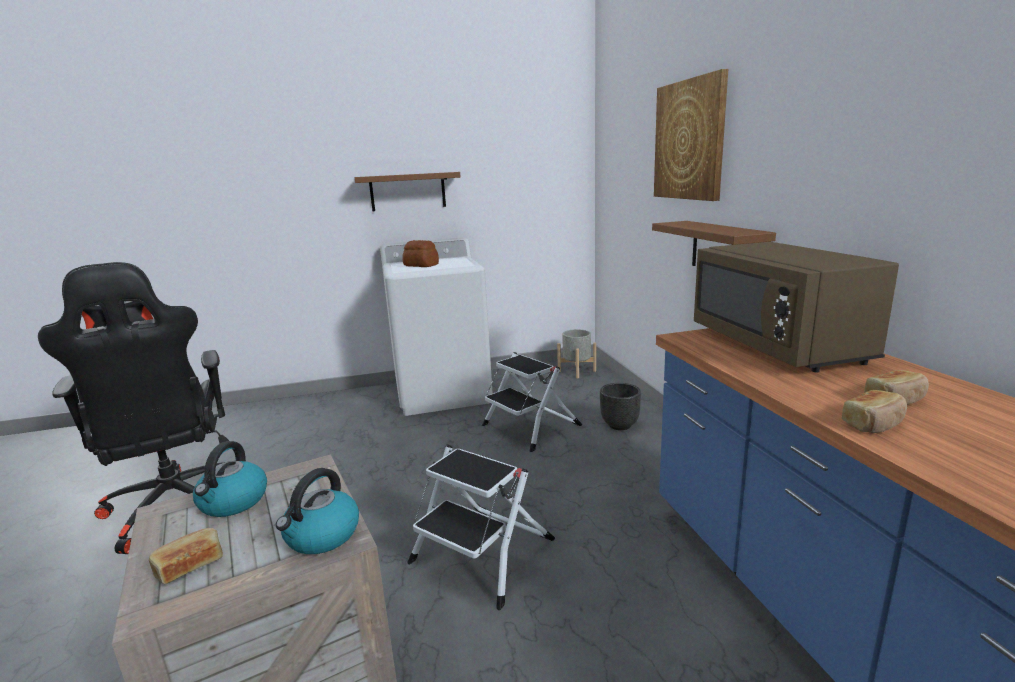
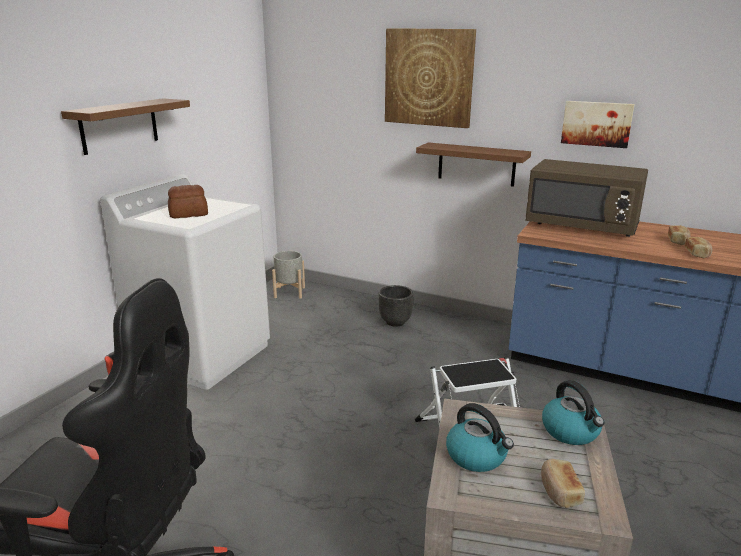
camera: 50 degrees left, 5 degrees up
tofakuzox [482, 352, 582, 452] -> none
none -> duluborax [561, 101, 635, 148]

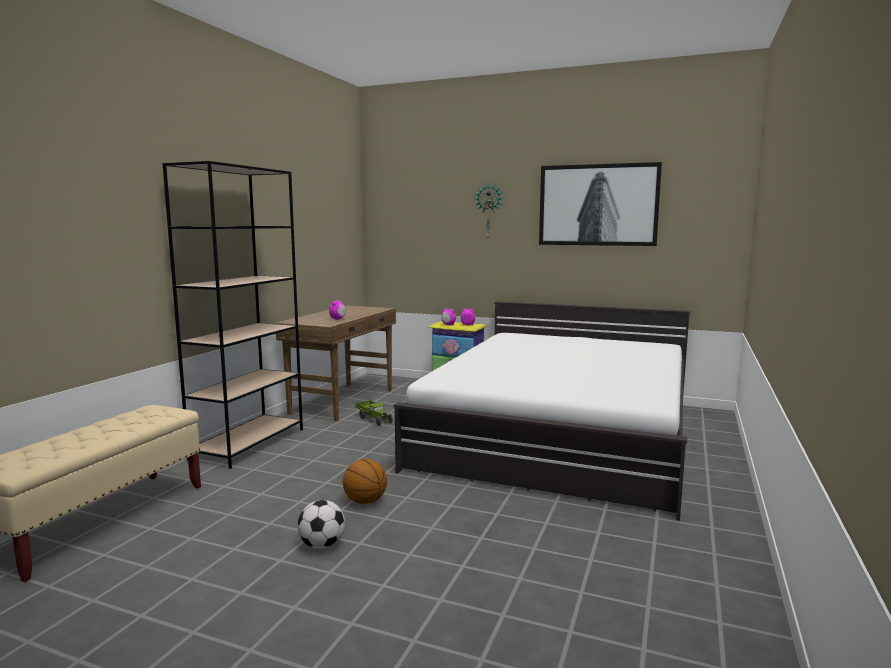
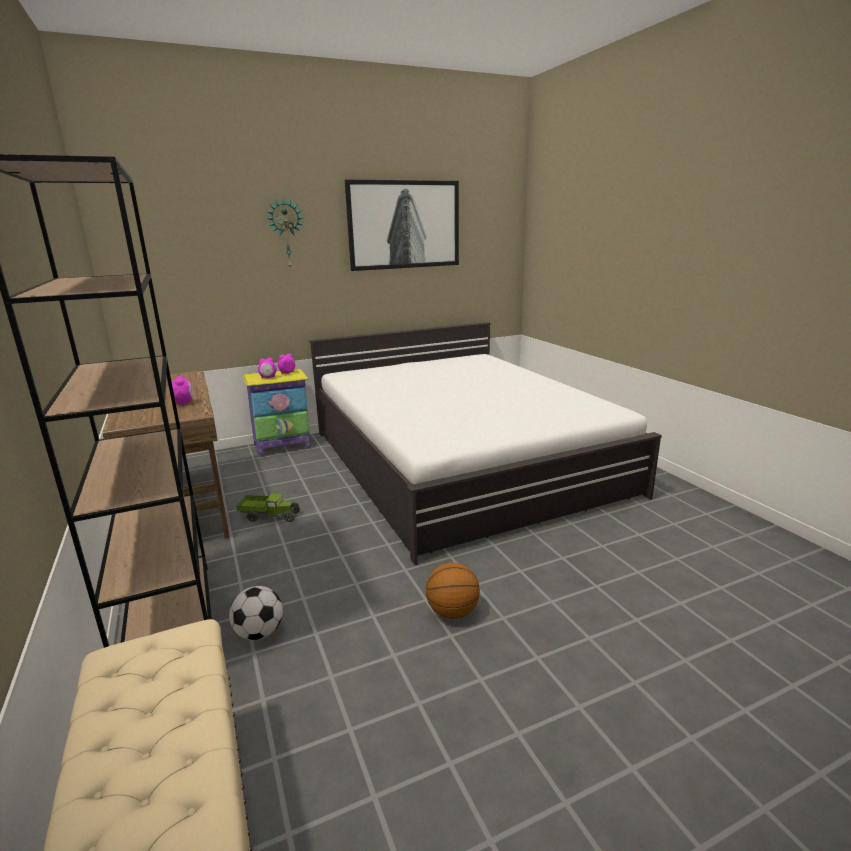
camera: 45 degrees left, 10 degrees up
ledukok [297, 500, 345, 549] -> ledukok [229, 586, 283, 640], moved

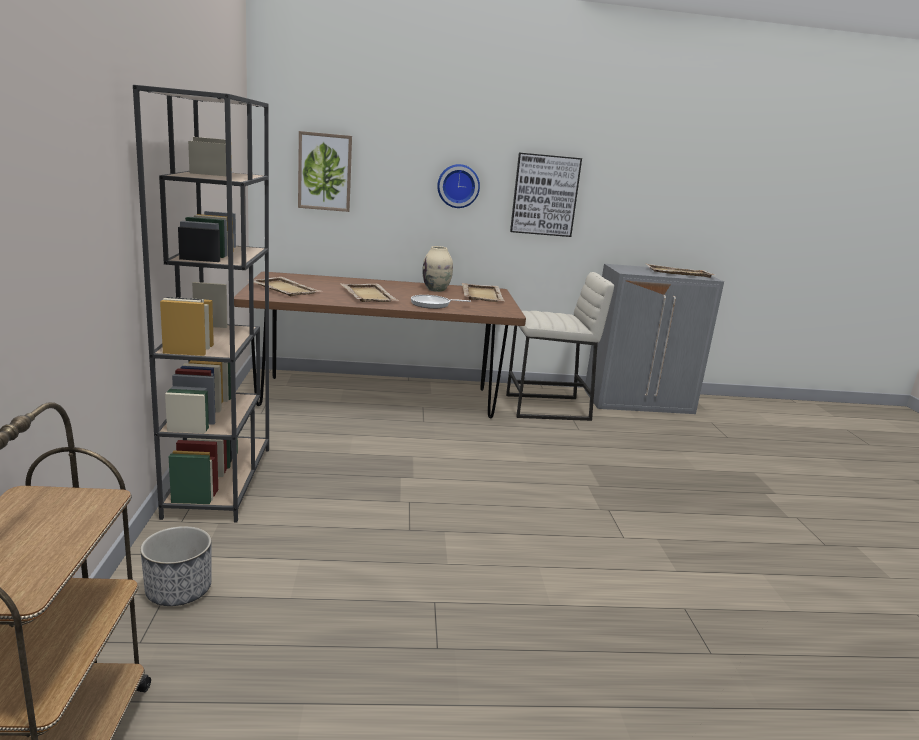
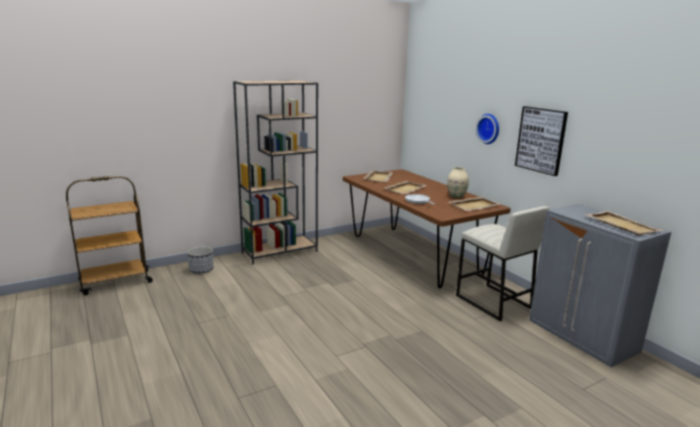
camera: 65 degrees right, 0 degrees up
duluborax [298, 131, 352, 212] -> none

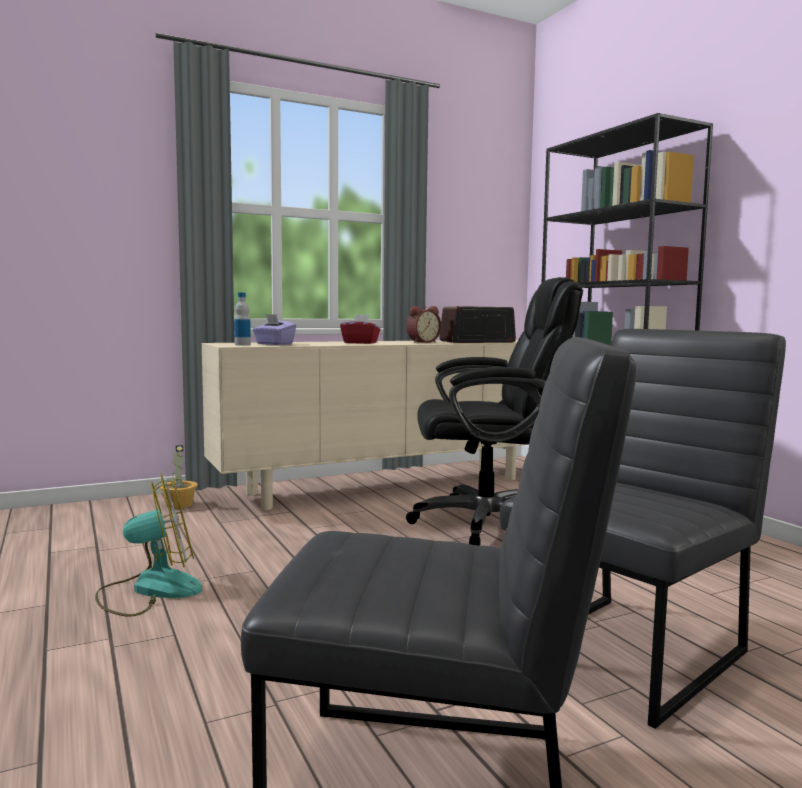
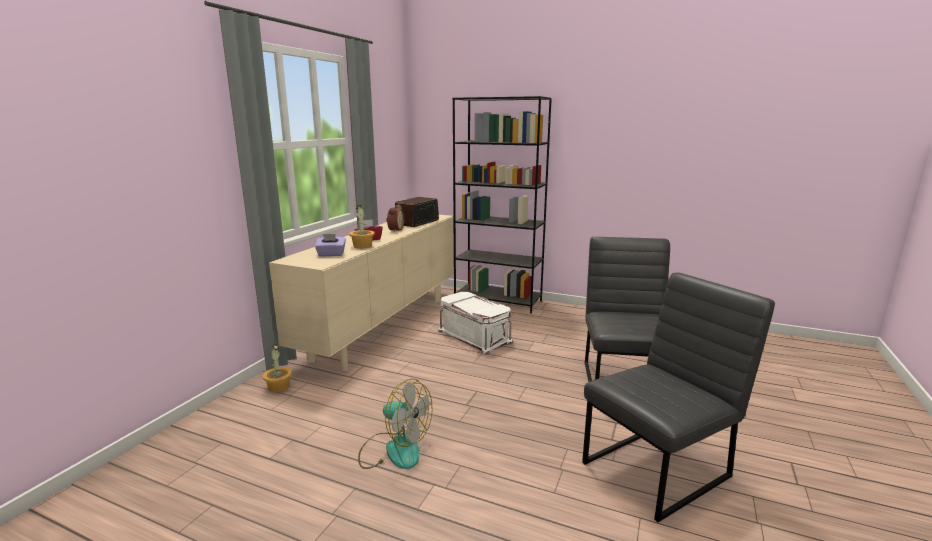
camera: 40 degrees left, 10 degrees up
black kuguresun [406, 277, 583, 545] -> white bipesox [438, 292, 513, 354]
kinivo [234, 293, 251, 346] -> none
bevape [95, 473, 202, 617] -> bevape [358, 379, 432, 469], 90 degrees clockwise
none -> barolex [349, 205, 375, 249]

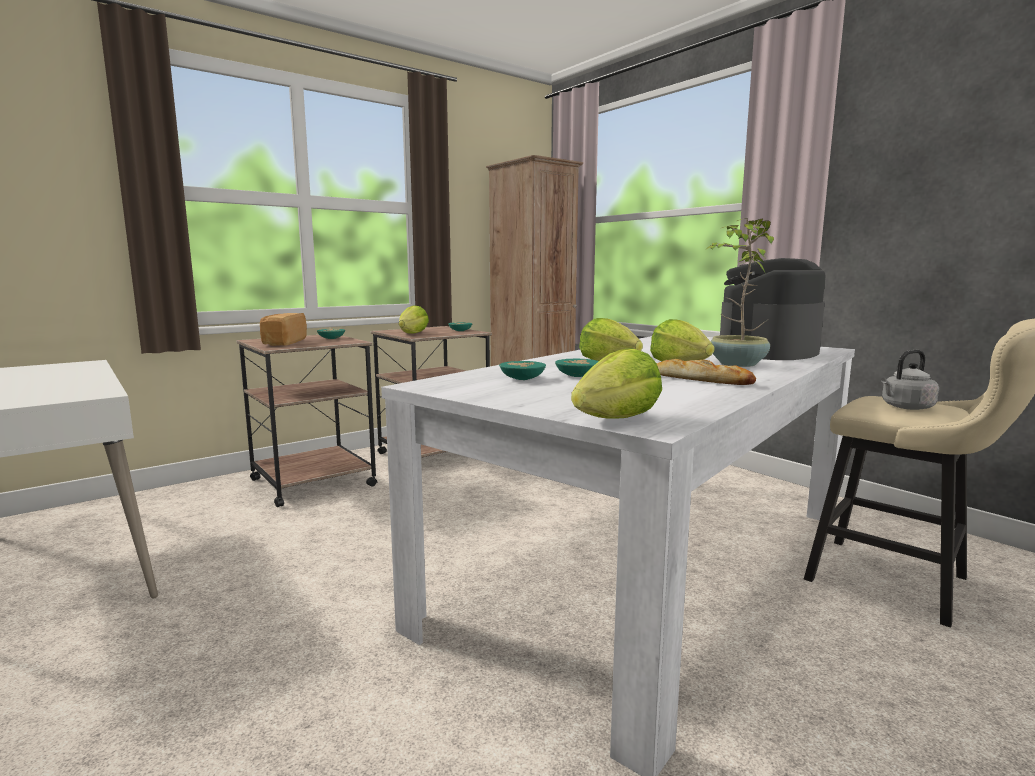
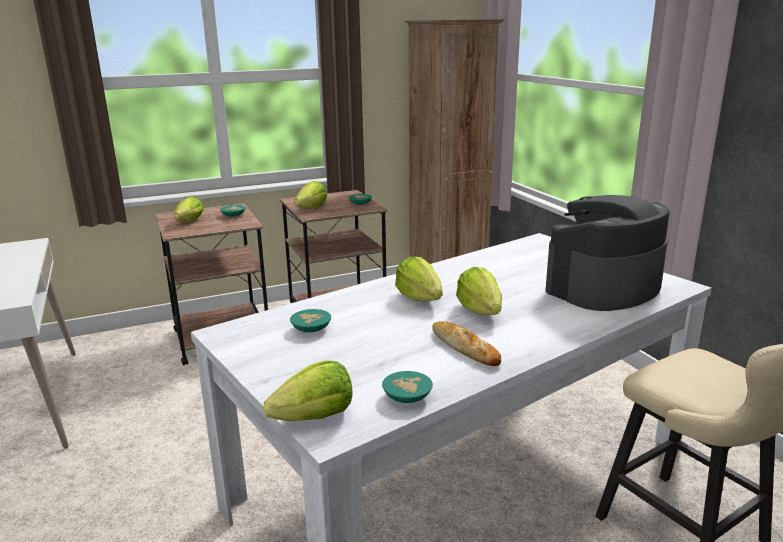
camera: 15 degrees right, 10 degrees up
barolex [705, 218, 774, 367] -> none
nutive [260, 313, 307, 346] -> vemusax [174, 196, 204, 222]
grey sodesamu [881, 350, 939, 410] -> none
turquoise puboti [555, 359, 599, 377] -> turquoise puboti [382, 371, 433, 403], moved

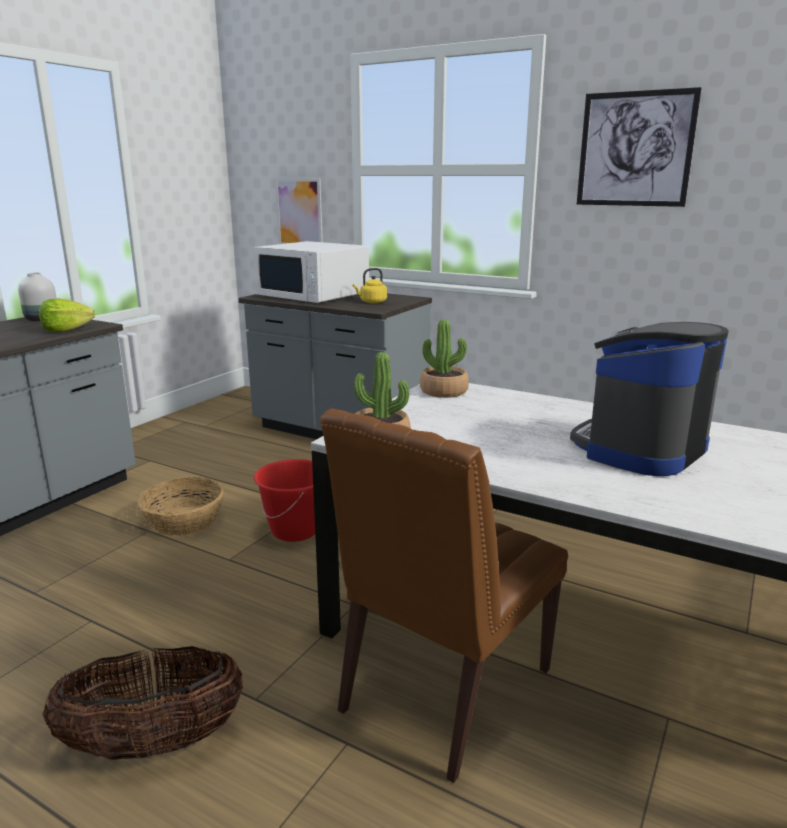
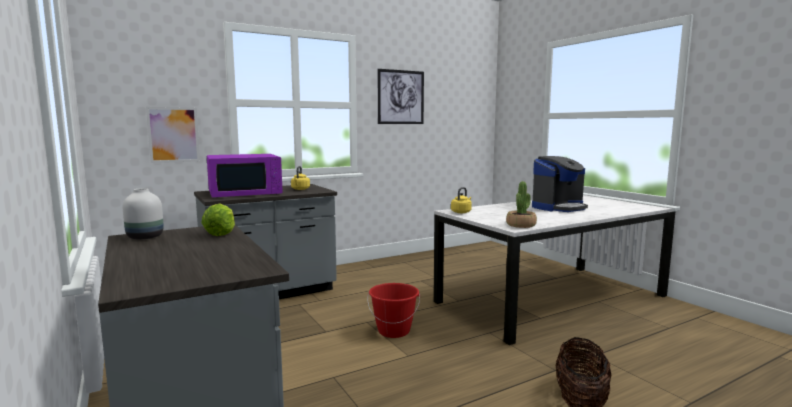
camera: 60 degrees left, 10 degrees down
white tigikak [253, 241, 369, 303] -> purple tigikak [207, 154, 283, 198]
barolex [420, 319, 469, 398] -> yellow sodesamu [451, 187, 472, 213]
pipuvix [570, 322, 729, 476] -> pipuvix [532, 156, 588, 212], 105 degrees counterclockwise
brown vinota [320, 408, 568, 783] -> none
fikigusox [137, 477, 224, 536] -> none

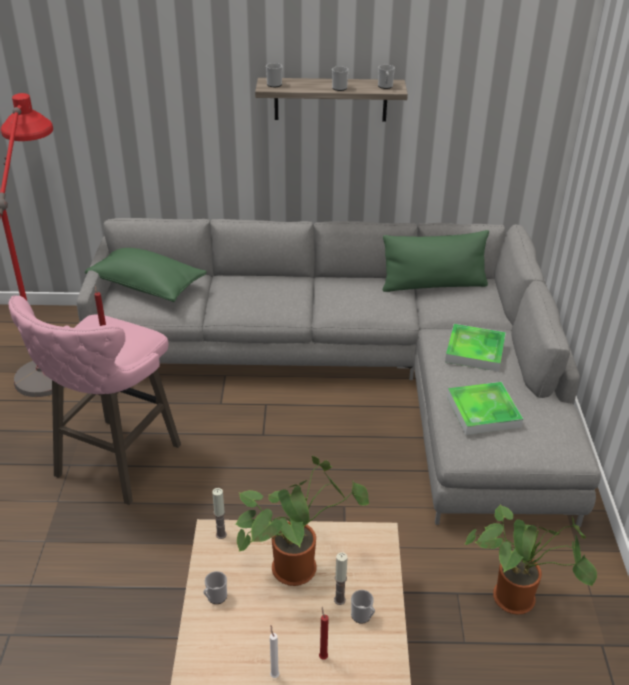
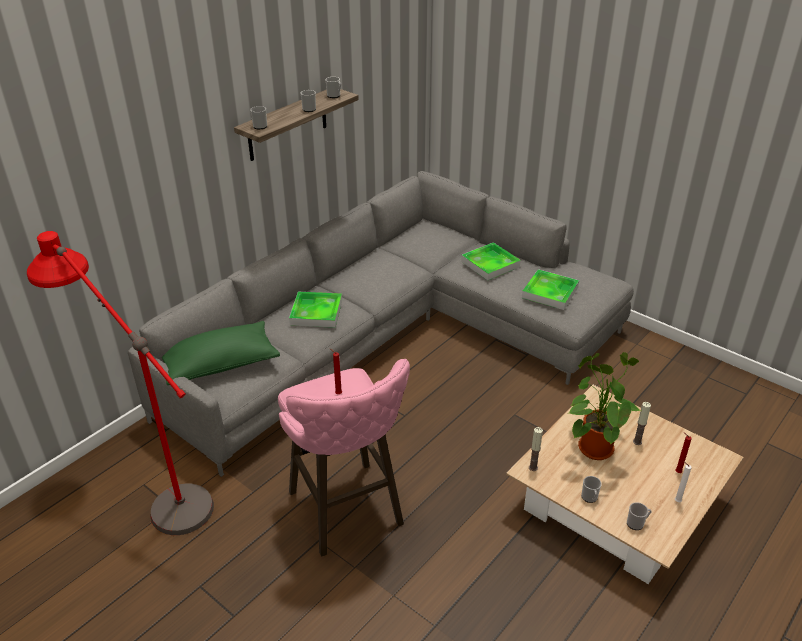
camera: 50 degrees left, 0 degrees up
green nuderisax [383, 230, 489, 292] -> none
barolex [465, 505, 597, 615] -> none
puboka [351, 590, 375, 624] -> puboka [627, 502, 652, 530], moved
none -> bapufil [289, 292, 342, 328]

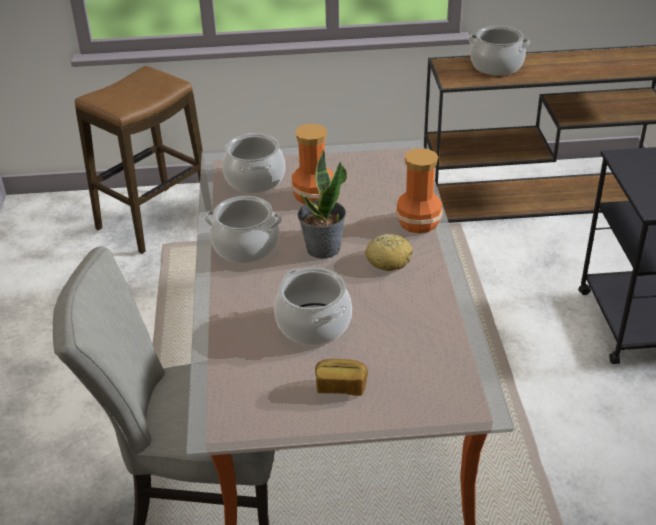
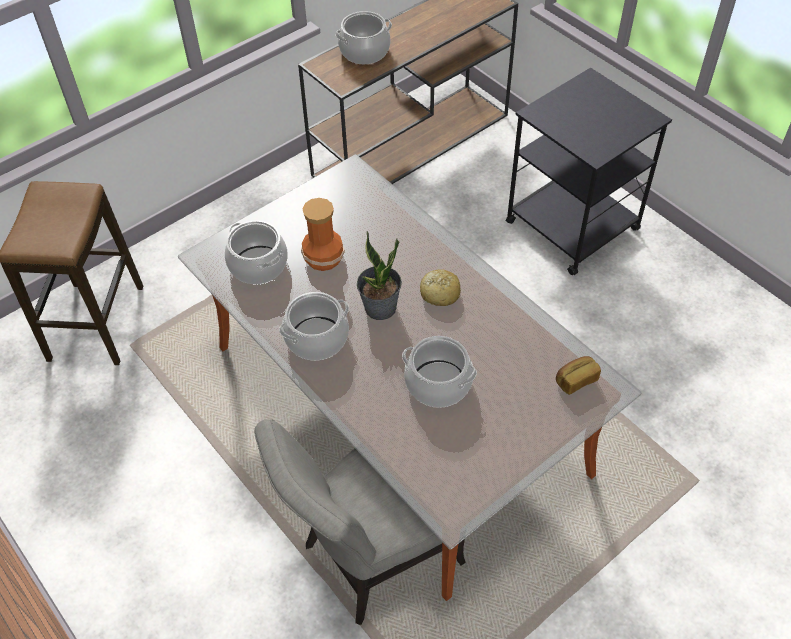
camera: 35 degrees left, 15 degrees up
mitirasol [395, 148, 443, 233] -> none
nutive [315, 359, 368, 396] -> nutive [556, 356, 601, 395], moved

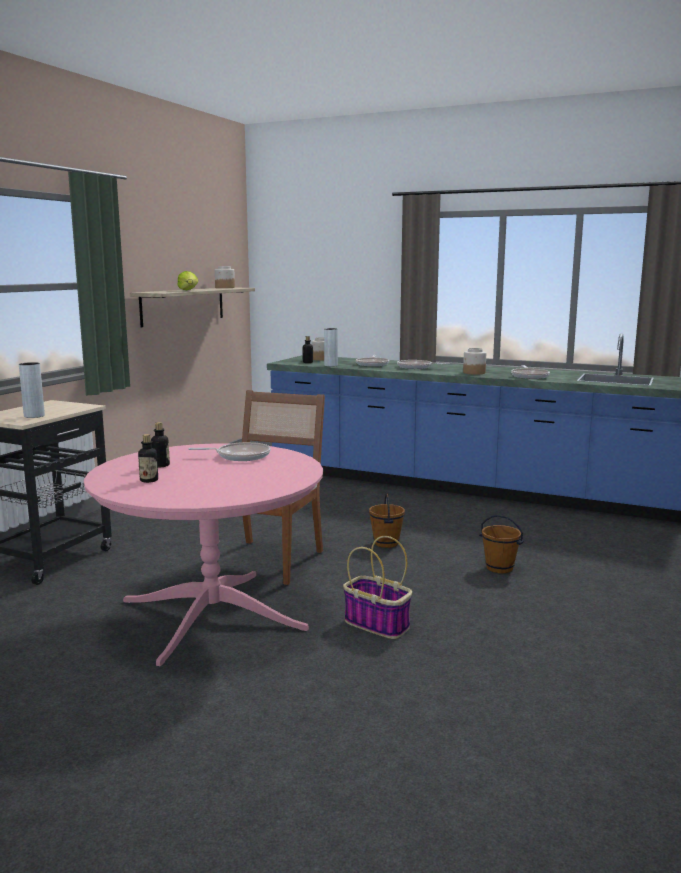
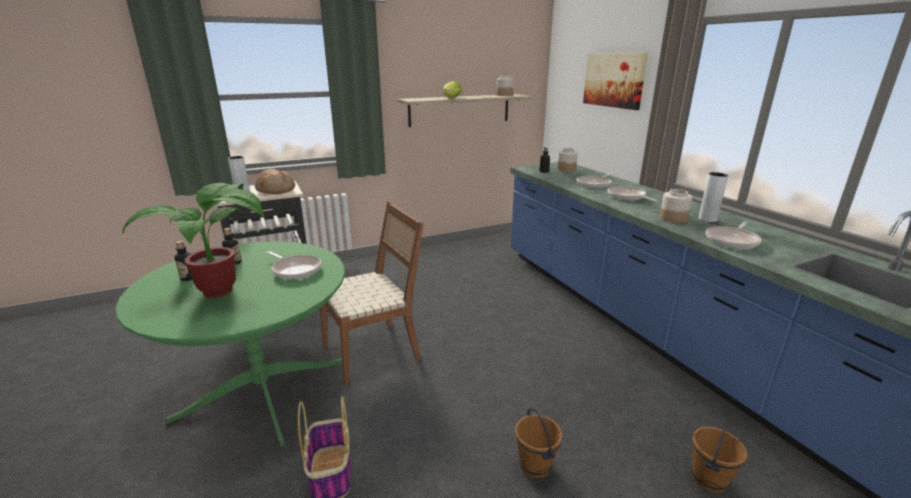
camera: 40 degrees right, 10 degrees up
grey mitirasol [324, 328, 338, 367] -> grey mitirasol [699, 172, 728, 222], moved
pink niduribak [84, 443, 323, 666] -> green niduribak [115, 241, 345, 446]
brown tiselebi [369, 493, 405, 548] -> brown tiselebi [691, 423, 747, 493], moved
none -> duluborax [583, 53, 648, 110]
none -> nutive [255, 169, 295, 194]
none -> barolex [123, 183, 265, 298]

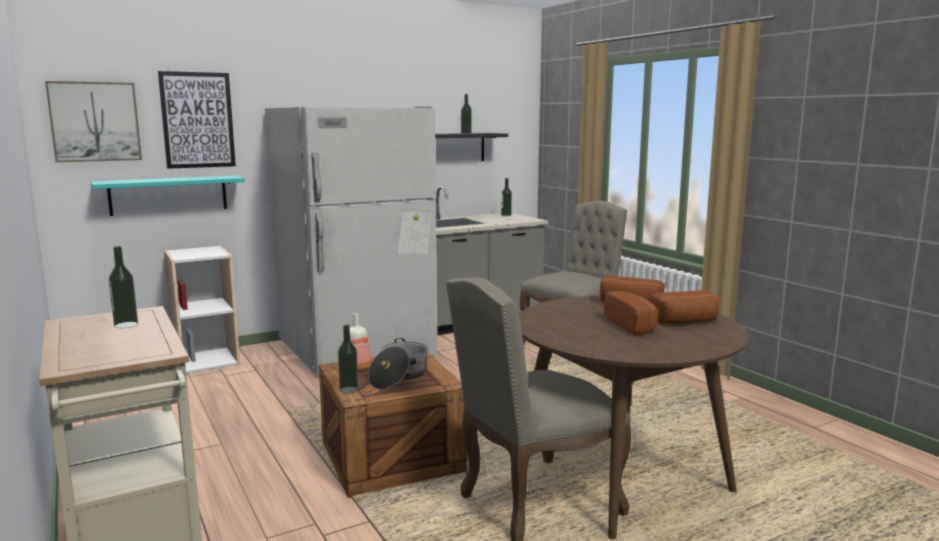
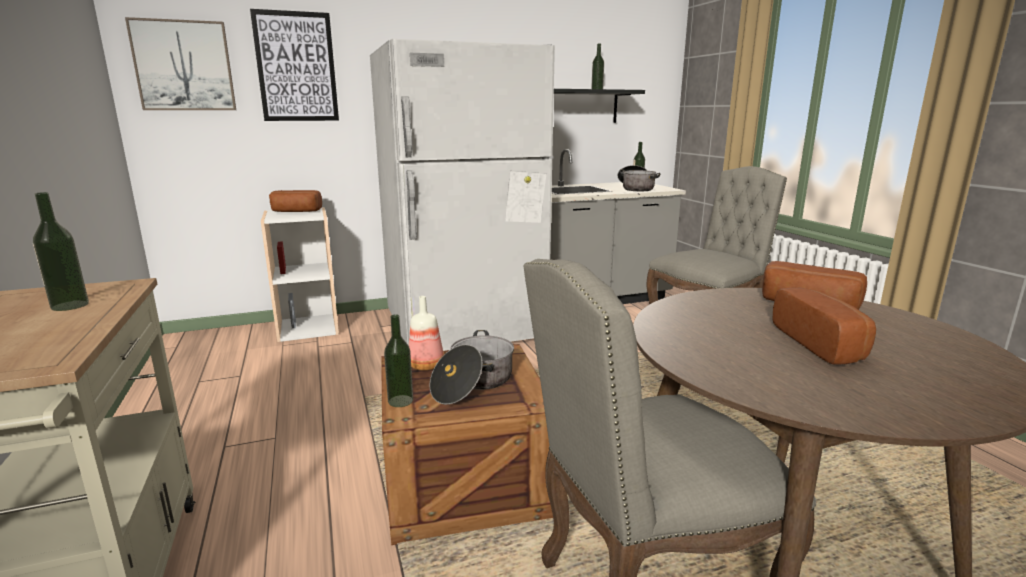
camera: 10 degrees right, 5 degrees up
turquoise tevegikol [91, 175, 245, 216] -> none
nutive [650, 290, 720, 324] -> nutive [269, 190, 322, 212], moved
none -> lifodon [618, 165, 660, 191]

